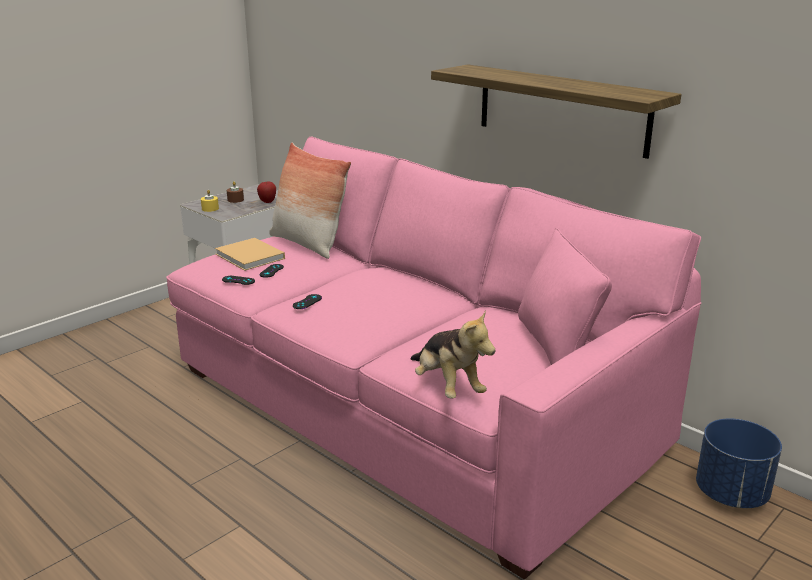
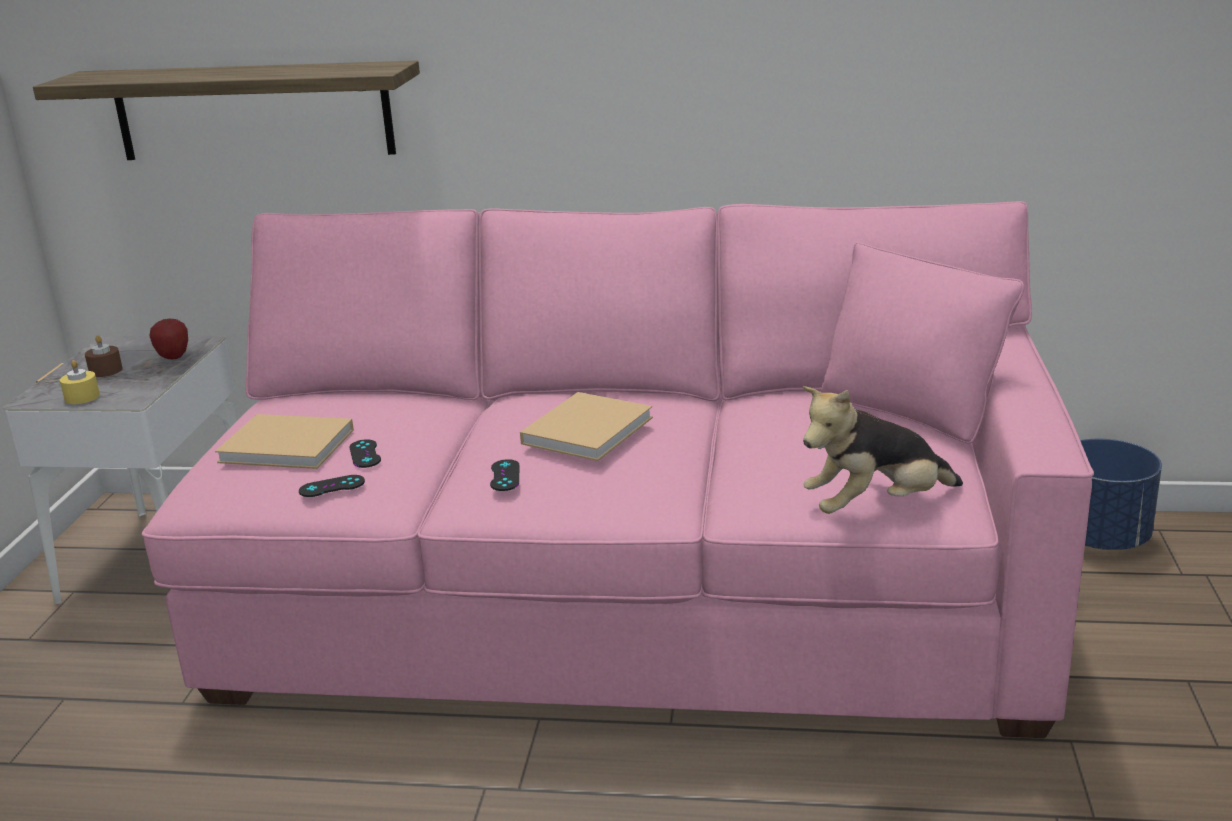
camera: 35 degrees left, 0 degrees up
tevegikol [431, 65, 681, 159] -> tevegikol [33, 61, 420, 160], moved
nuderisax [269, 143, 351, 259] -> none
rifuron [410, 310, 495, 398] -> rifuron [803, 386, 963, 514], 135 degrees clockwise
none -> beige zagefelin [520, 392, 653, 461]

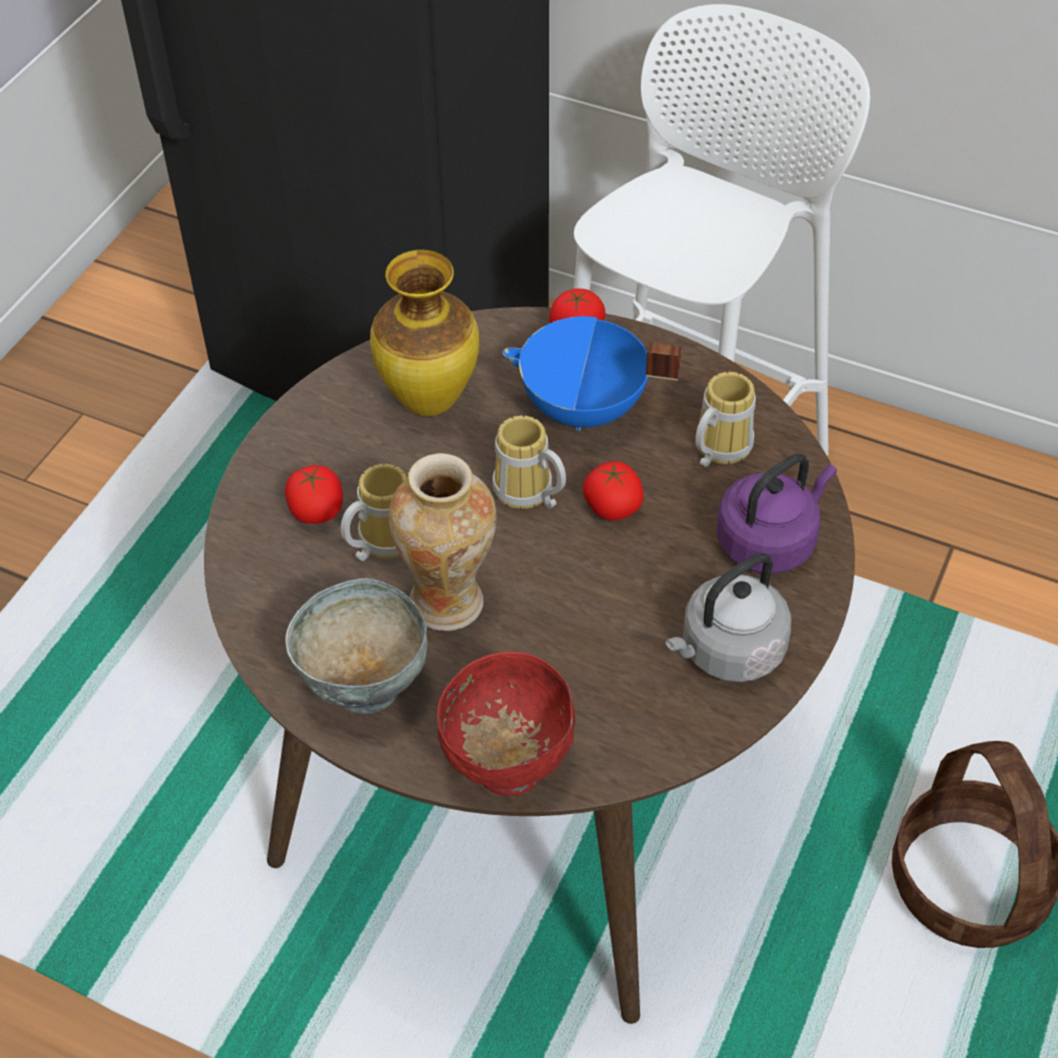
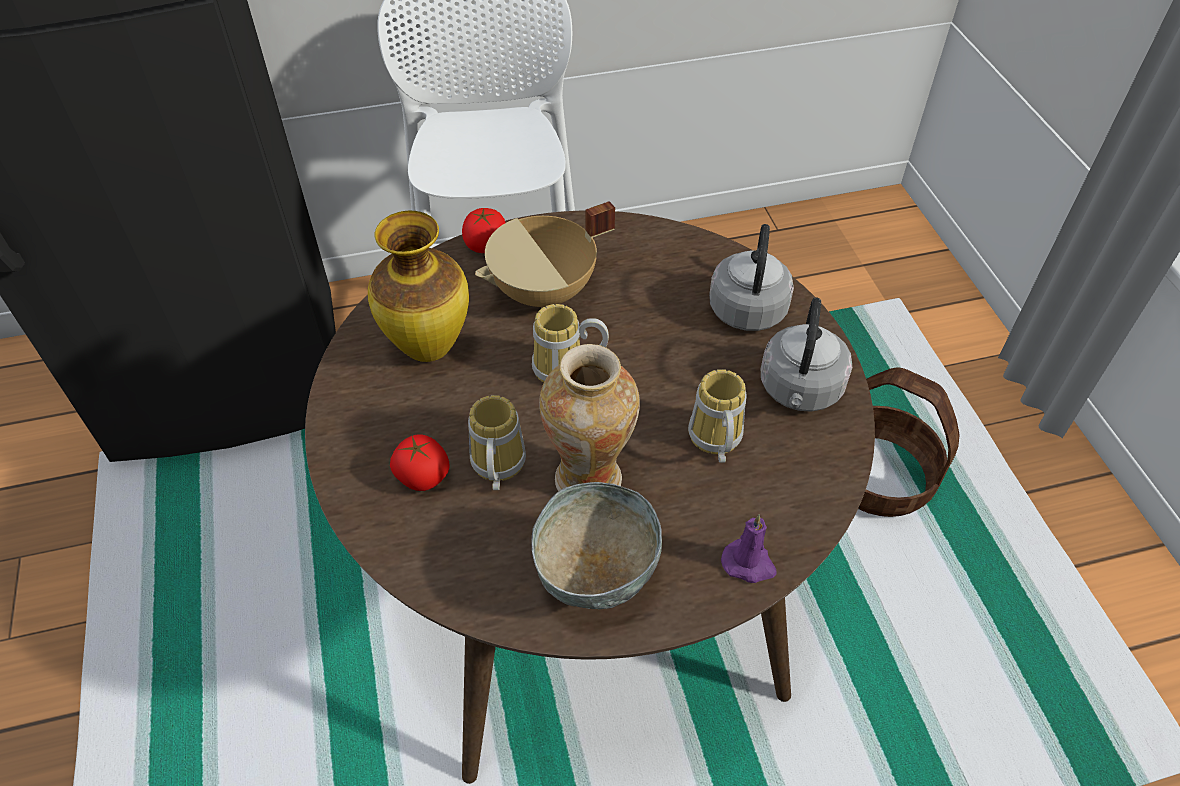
camera: 40 degrees left, 0 degrees up
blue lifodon [502, 316, 682, 431] -> beige lifodon [475, 201, 615, 307]
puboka [695, 372, 756, 467] -> puboka [688, 370, 747, 463], moved
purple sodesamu [717, 454, 837, 574] -> grey sodesamu [709, 224, 794, 331]
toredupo [583, 461, 644, 521] -> none
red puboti [437, 651, 576, 796] -> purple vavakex [721, 514, 777, 583]

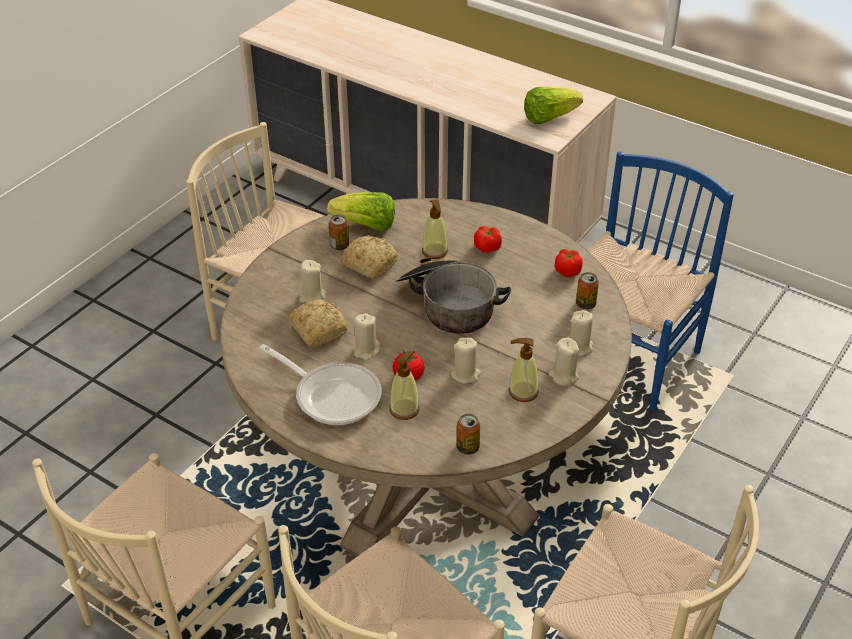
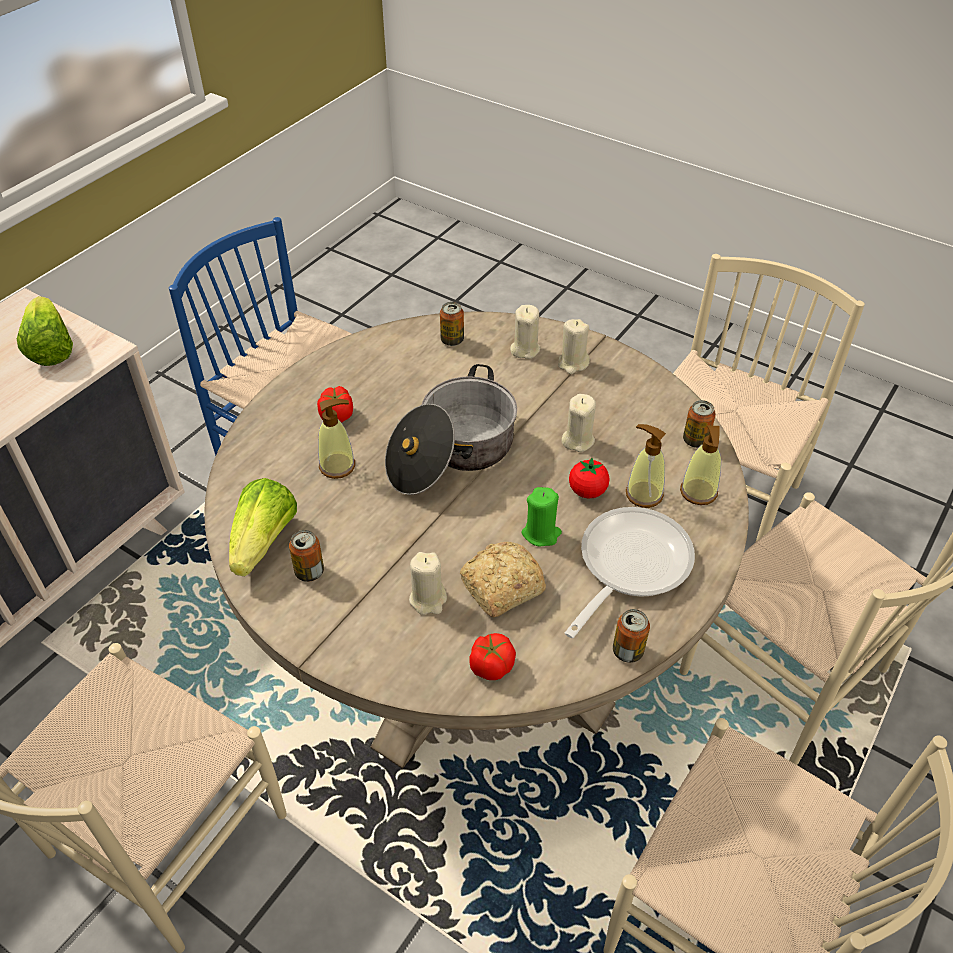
camera: 90 degrees left, 5 degrees up
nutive [340, 235, 398, 279] -> none
toredupo [555, 249, 583, 277] -> toredupo [469, 633, 516, 680], moved
beige vavakex [353, 313, 380, 361] -> green vavakex [522, 487, 562, 547]
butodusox [508, 338, 539, 402] -> butodusox [680, 425, 721, 505], moved
none -> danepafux [613, 609, 650, 663]

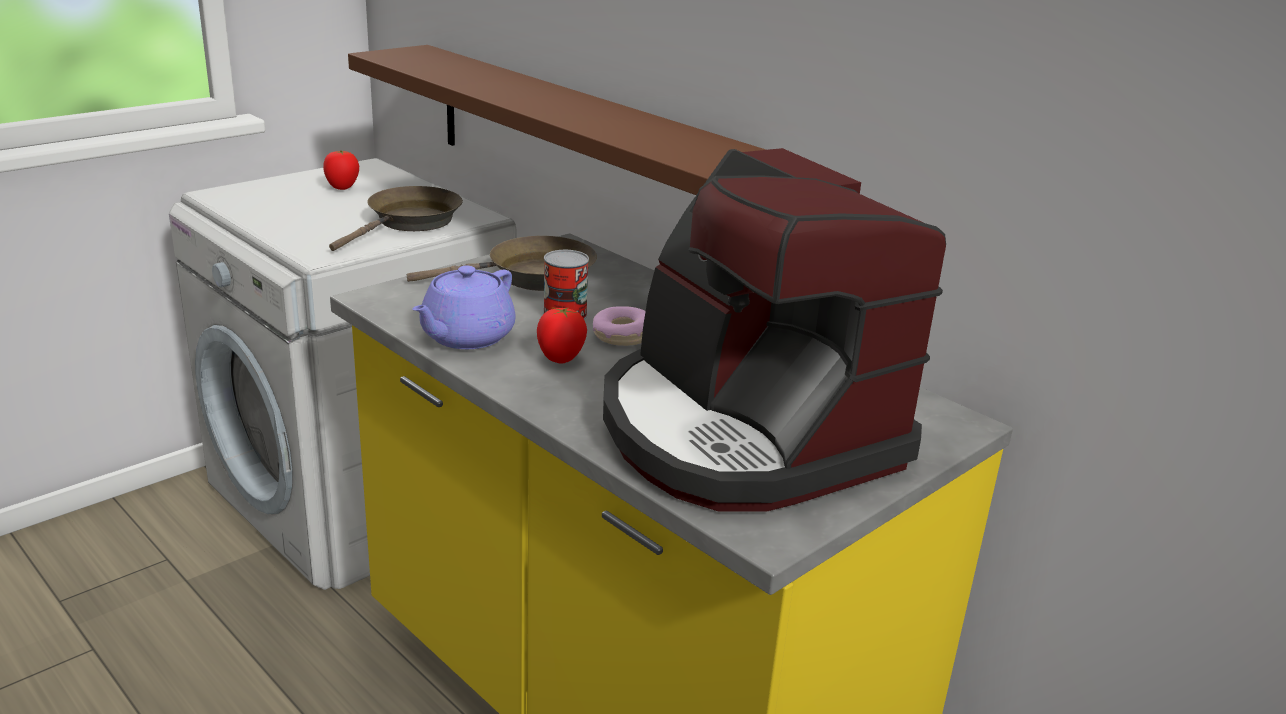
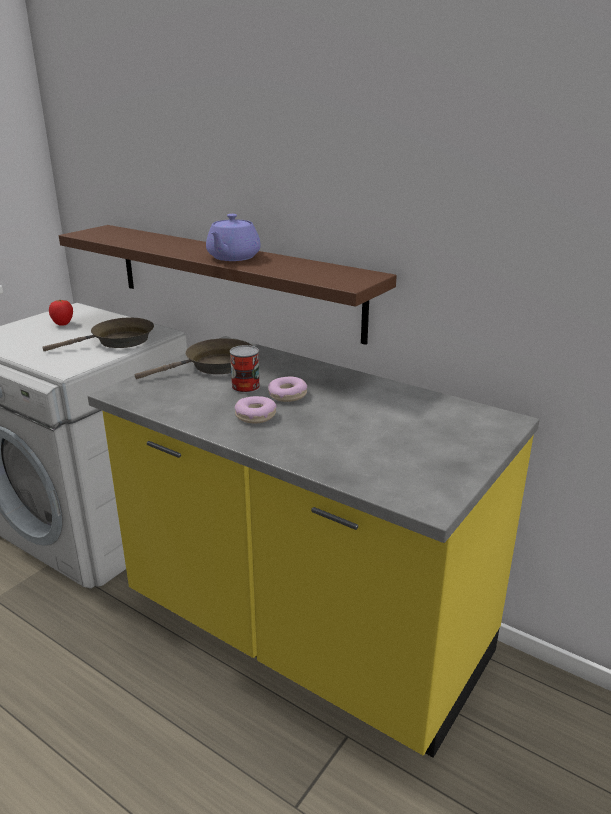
camera: 10 degrees left, 0 degrees up
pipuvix [603, 148, 946, 512] -> none
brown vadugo [329, 186, 463, 251] -> brown vadugo [42, 318, 154, 351], 45 degrees clockwise
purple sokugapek [412, 266, 516, 349] -> purple sokugapek [206, 214, 261, 261], moved
toredupo [537, 307, 587, 363] -> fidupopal [235, 396, 277, 424]

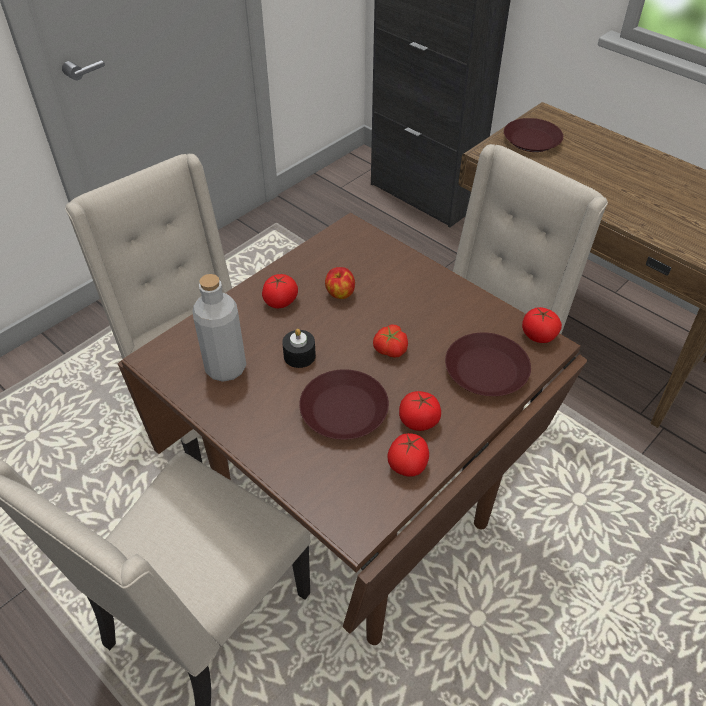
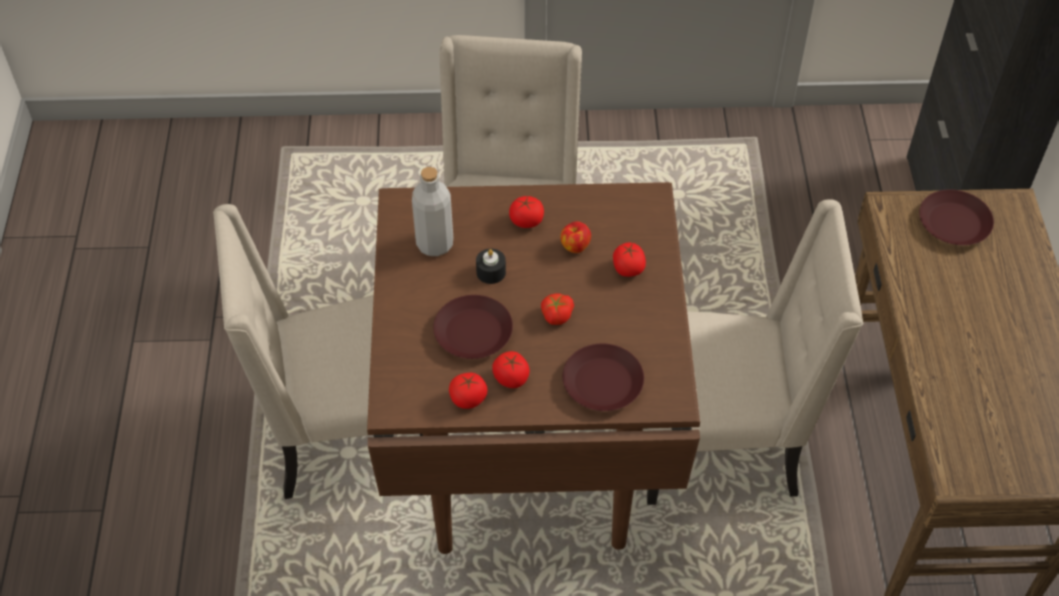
camera: 45 degrees right, 5 degrees up
toredupo [522, 307, 562, 343] -> toredupo [613, 242, 646, 277], moved

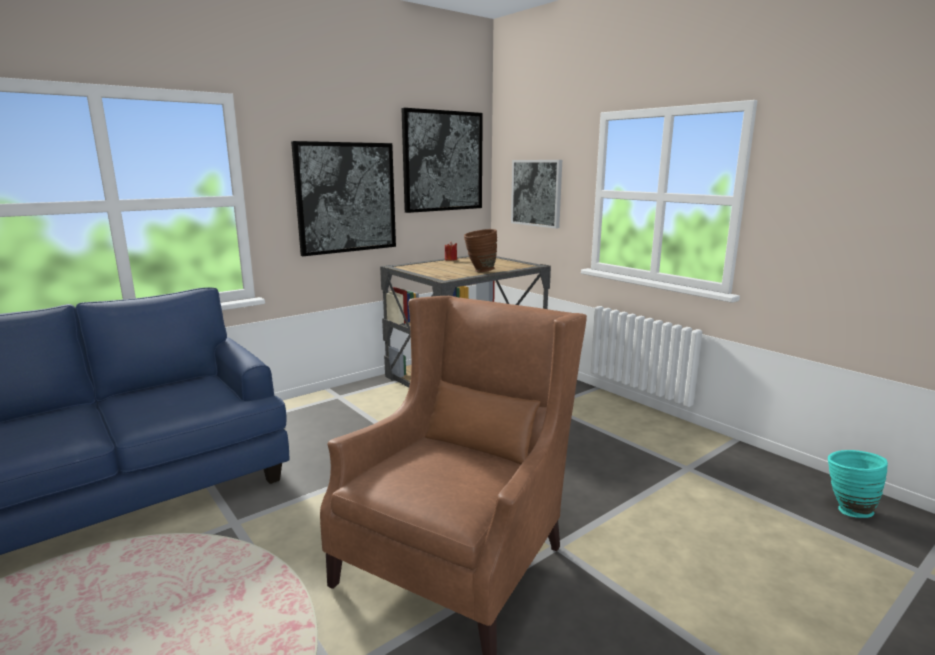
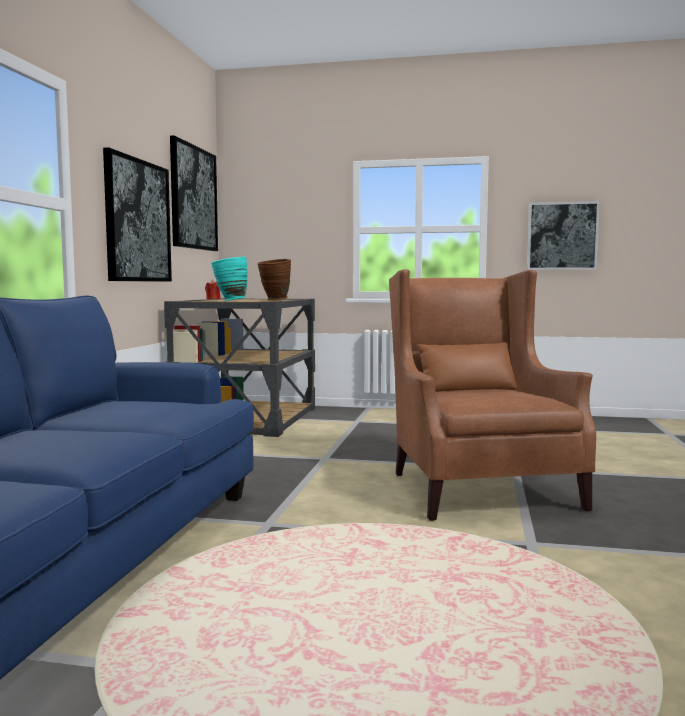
camera: 40 degrees left, 10 degrees down
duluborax [511, 160, 562, 229] -> duluborax [527, 201, 600, 270], moved
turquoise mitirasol [828, 450, 888, 518] -> turquoise mitirasol [211, 257, 248, 301], moved

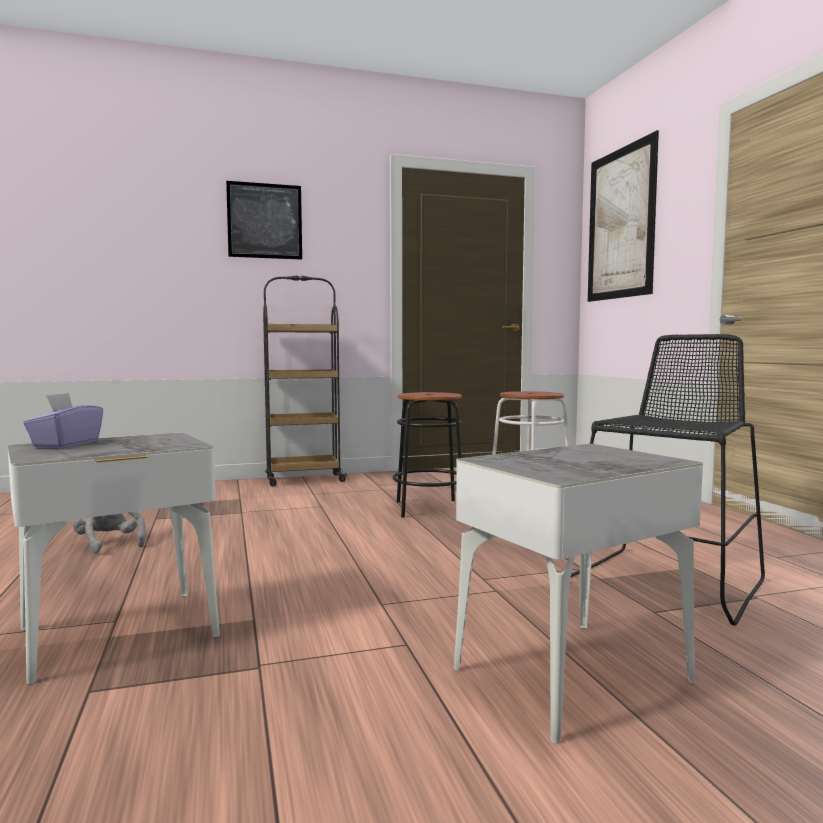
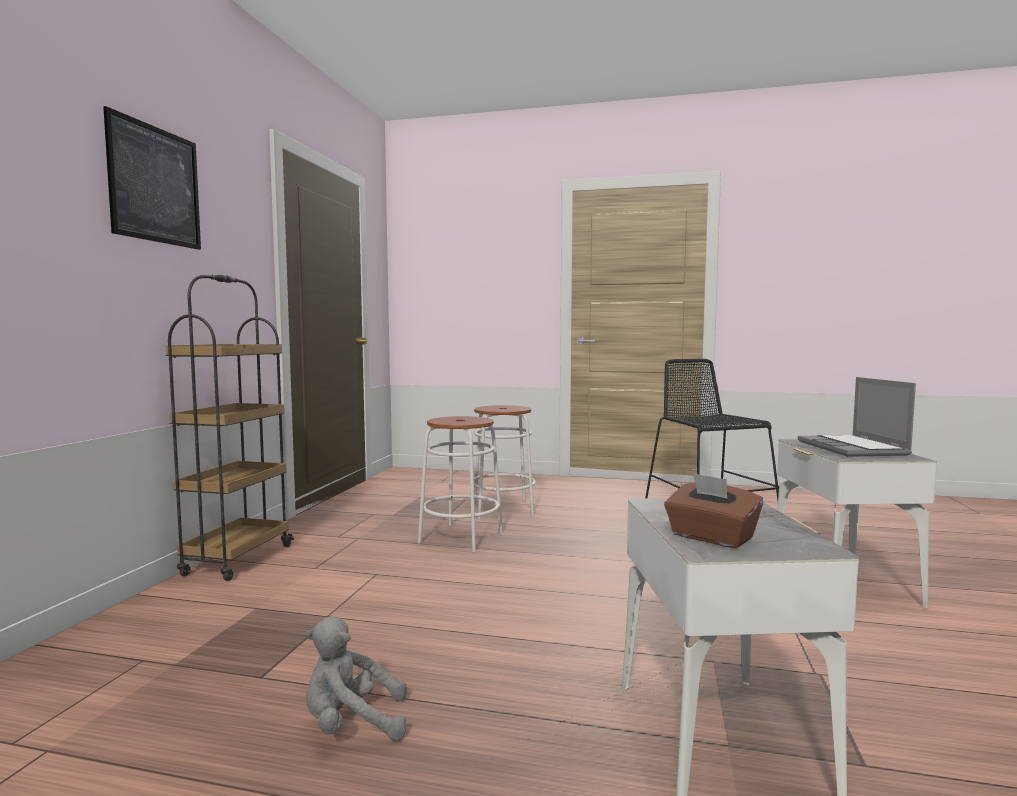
camera: 60 degrees left, 0 degrees up
duluborax [588, 130, 659, 302] -> none
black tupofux [392, 392, 462, 517] -> white tupofux [418, 416, 503, 552]
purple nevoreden [23, 393, 103, 448] -> brown nevoreden [664, 473, 763, 548]
none -> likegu [798, 377, 916, 457]

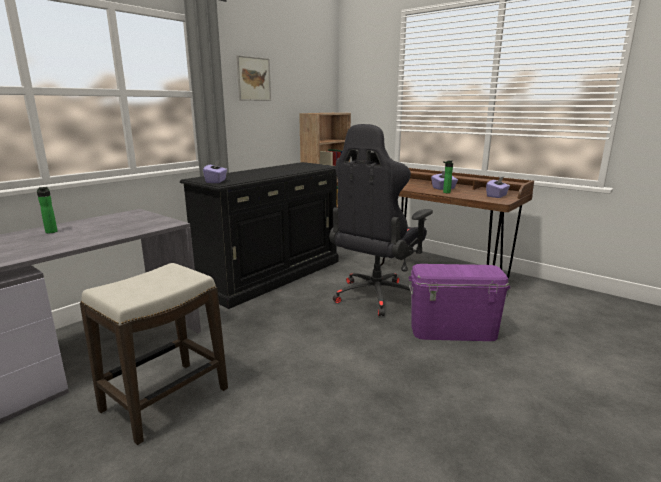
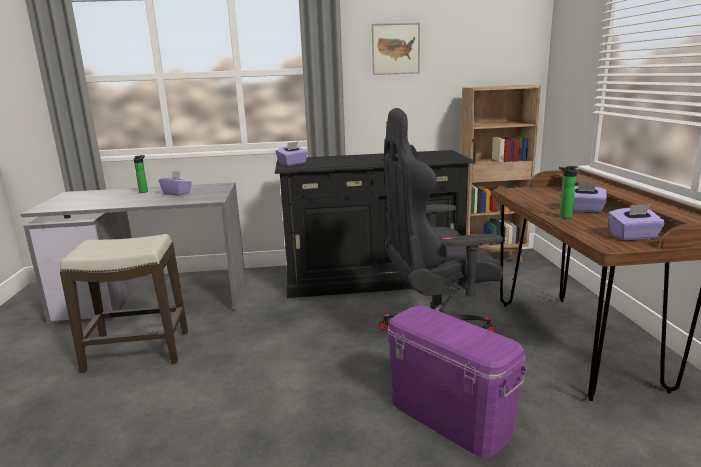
camera: 45 degrees right, 0 degrees up
none -> purple nevoreden [159, 171, 192, 196]

